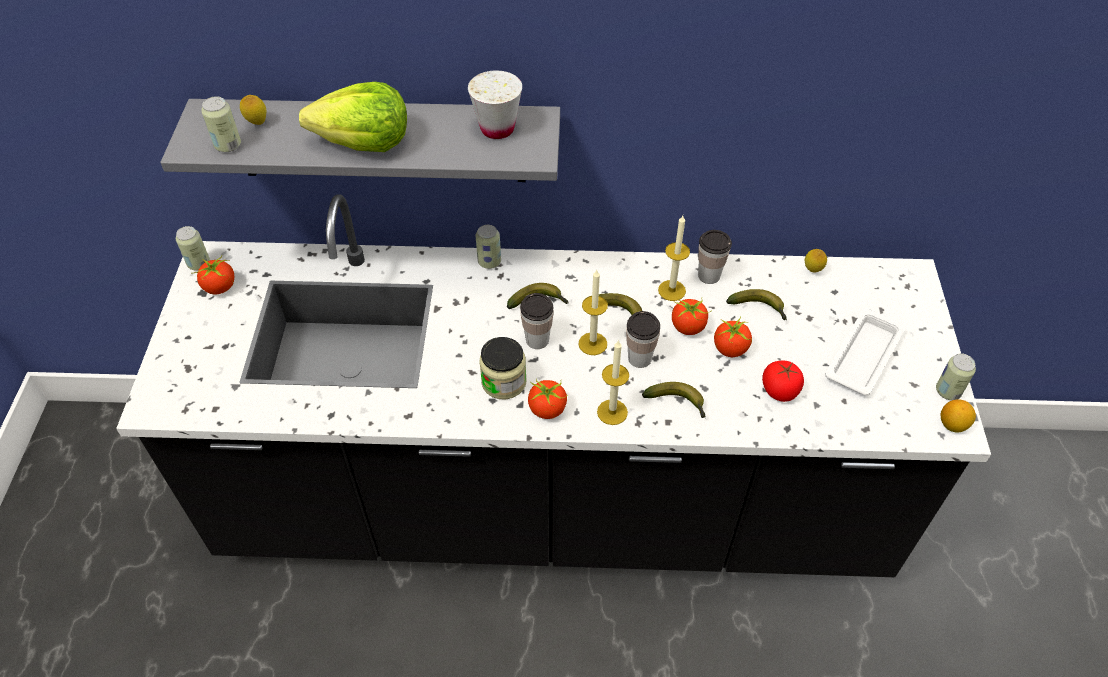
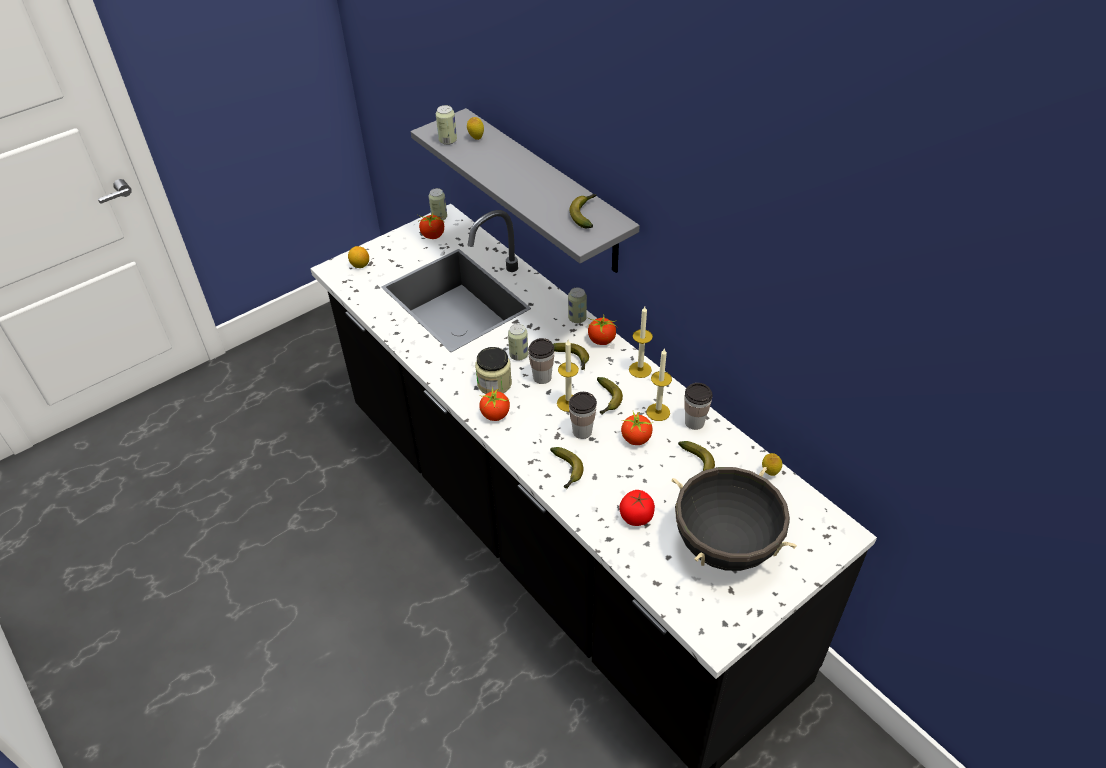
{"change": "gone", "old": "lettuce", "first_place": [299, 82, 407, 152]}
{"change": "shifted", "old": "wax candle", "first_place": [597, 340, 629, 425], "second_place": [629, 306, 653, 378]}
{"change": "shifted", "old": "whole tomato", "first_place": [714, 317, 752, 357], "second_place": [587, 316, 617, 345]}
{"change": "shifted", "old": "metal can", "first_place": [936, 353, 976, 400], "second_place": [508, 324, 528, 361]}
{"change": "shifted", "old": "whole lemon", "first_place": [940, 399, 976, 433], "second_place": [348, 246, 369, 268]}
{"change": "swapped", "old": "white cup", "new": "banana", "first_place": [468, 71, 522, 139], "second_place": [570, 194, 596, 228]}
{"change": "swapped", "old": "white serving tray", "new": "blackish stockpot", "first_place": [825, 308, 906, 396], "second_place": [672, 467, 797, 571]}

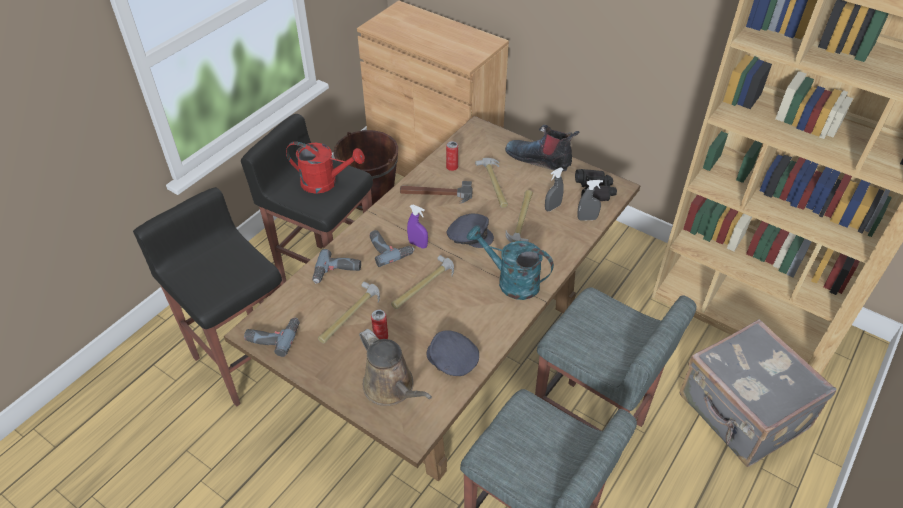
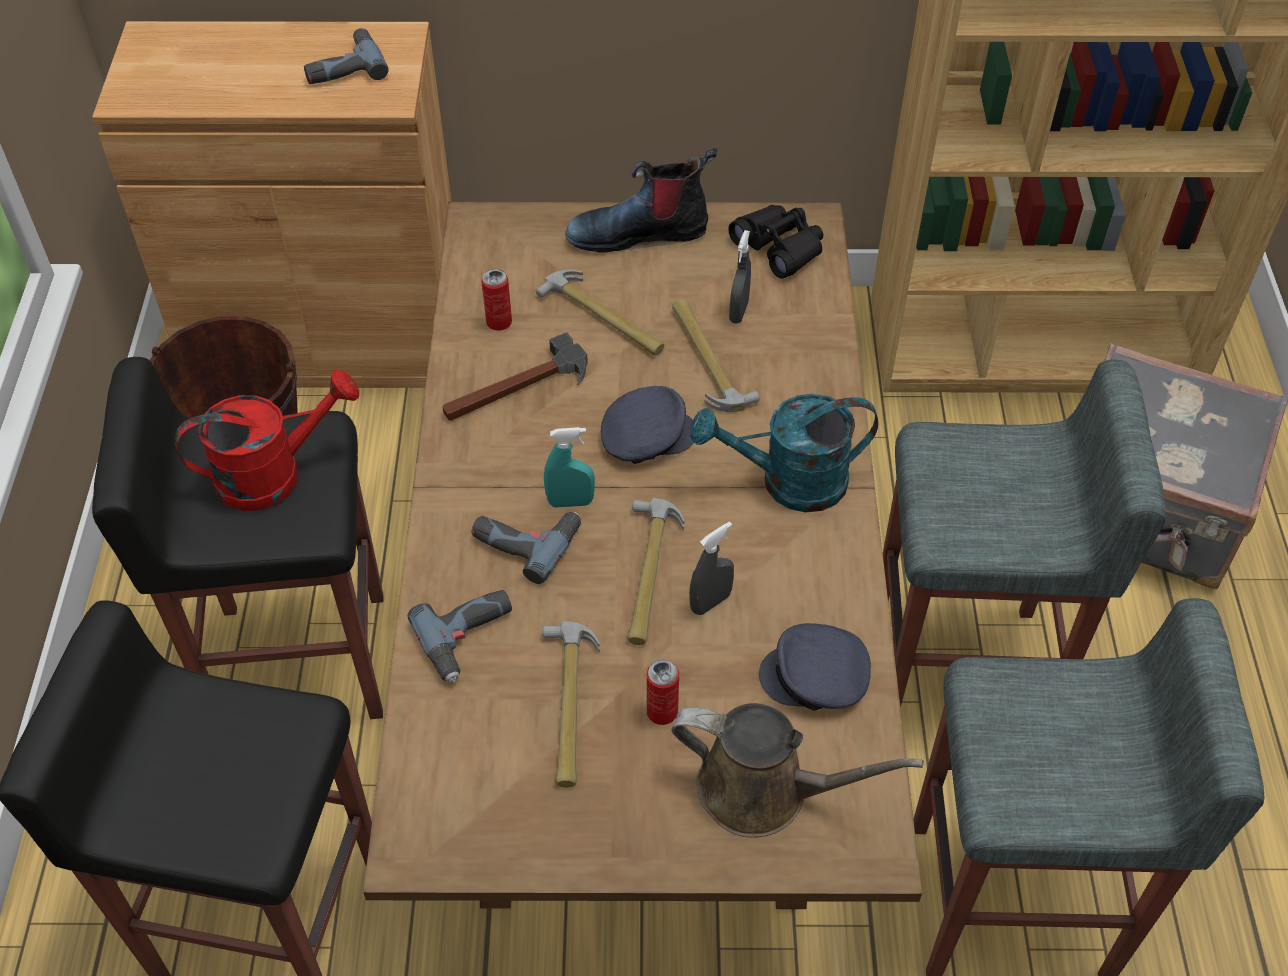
{"change": "shifted", "old": "drill", "first_place": [244, 318, 300, 357], "second_place": [304, 28, 389, 84]}
{"change": "shifted", "old": "grey hand sprayer", "first_place": [577, 180, 603, 221], "second_place": [689, 522, 734, 615]}
{"change": "repainted", "old": "purplish hand sprayer", "new": "turquoise-coloured hand sprayer", "first_place": [407, 205, 428, 249], "second_place": [544, 427, 595, 507]}

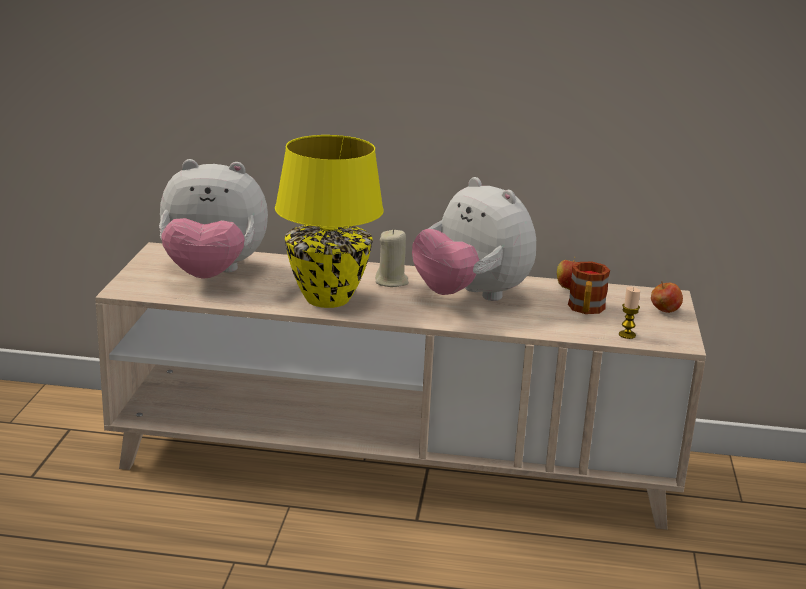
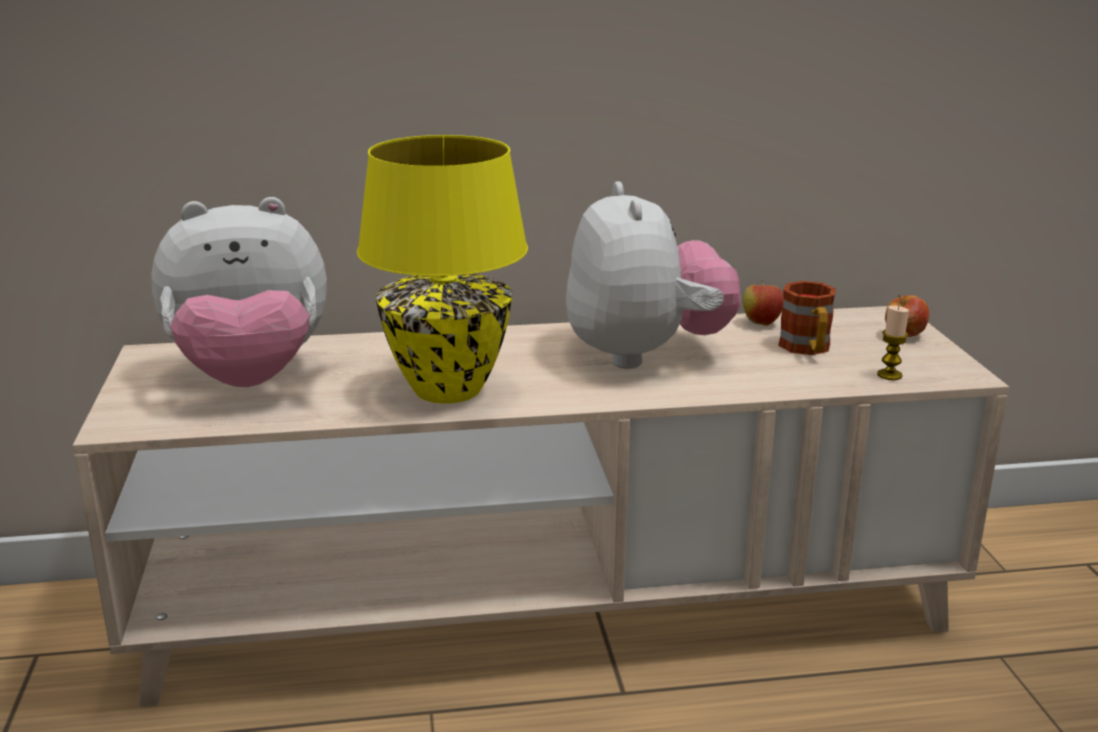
{"change": "gone", "old": "beige-coloured wax candle", "first_place": [375, 229, 409, 287]}
{"change": "rotated", "old": "cuddly toy", "first_place": [412, 177, 536, 301], "second_place": [566, 181, 741, 369], "degrees": -135}

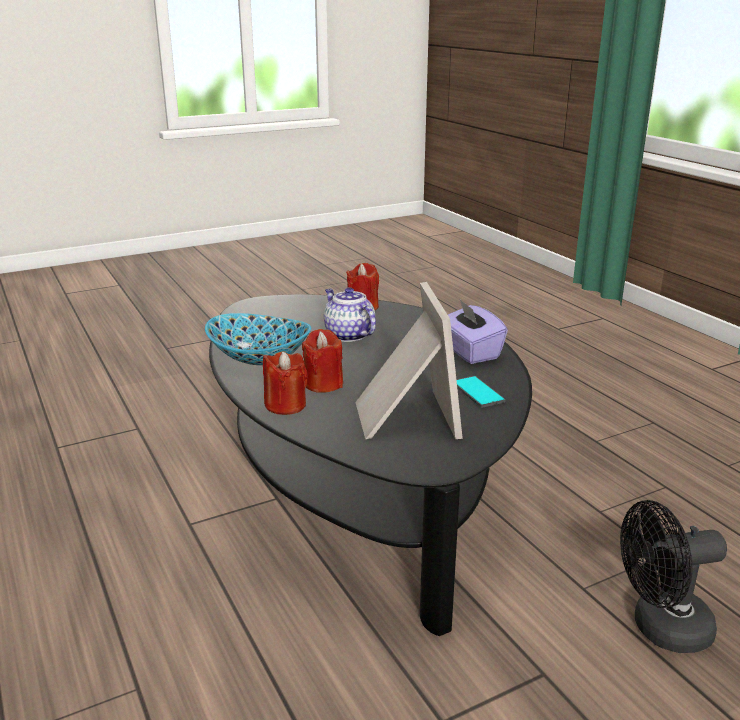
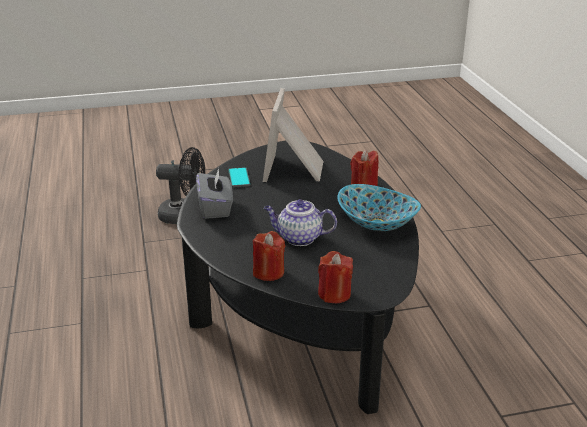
{"change": "shifted", "old": "red wax candle", "first_place": [302, 329, 343, 393], "second_place": [318, 251, 353, 303]}
{"change": "repainted", "old": "purplish tissue box", "new": "grey tissue box", "first_place": [448, 300, 508, 364], "second_place": [196, 168, 233, 219]}
{"change": "rotated", "old": "tea pot", "first_place": [324, 287, 376, 342], "second_place": [264, 199, 337, 246], "degrees": 120}

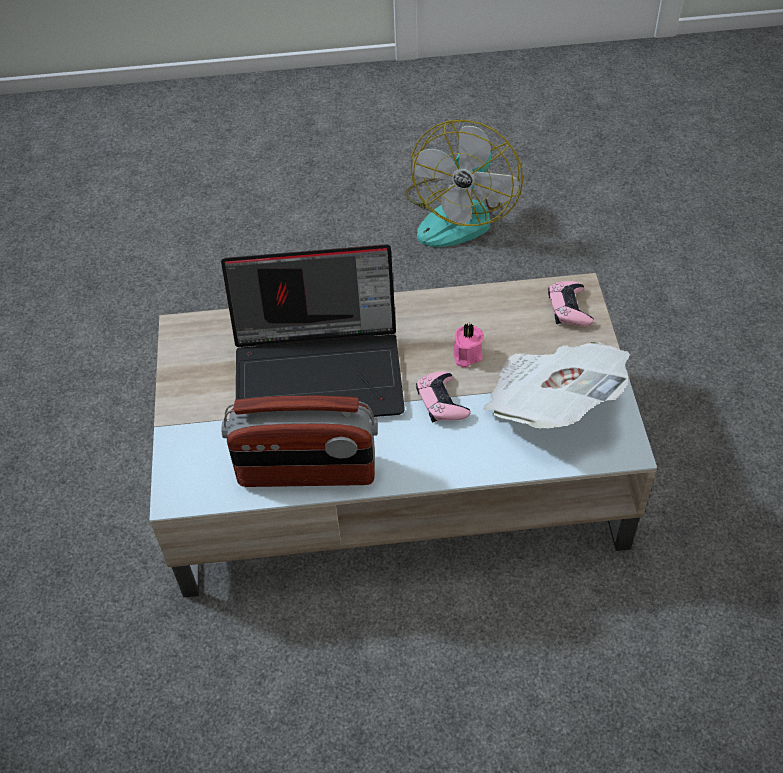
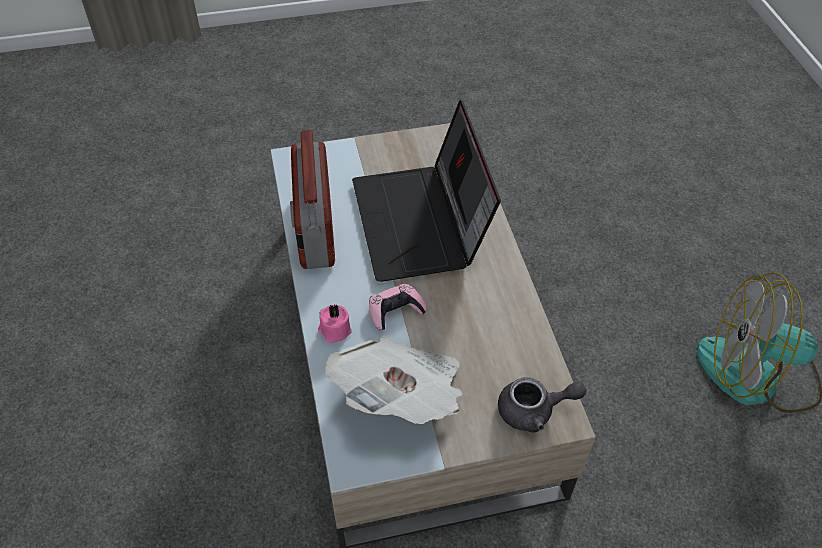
{"change": "shifted", "old": "pinkish wax candle", "first_place": [453, 323, 484, 367], "second_place": [318, 303, 352, 343]}
{"change": "swapped", "old": "pinkish joypad", "new": "grey tea pot", "first_place": [548, 281, 594, 327], "second_place": [498, 377, 586, 433]}

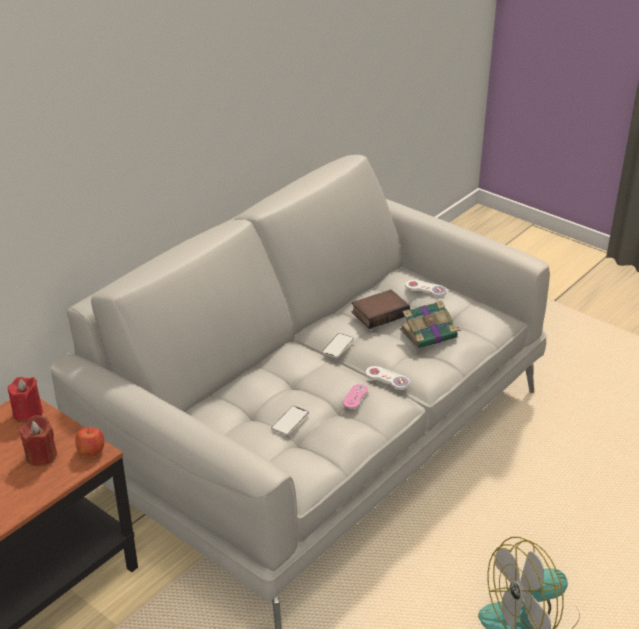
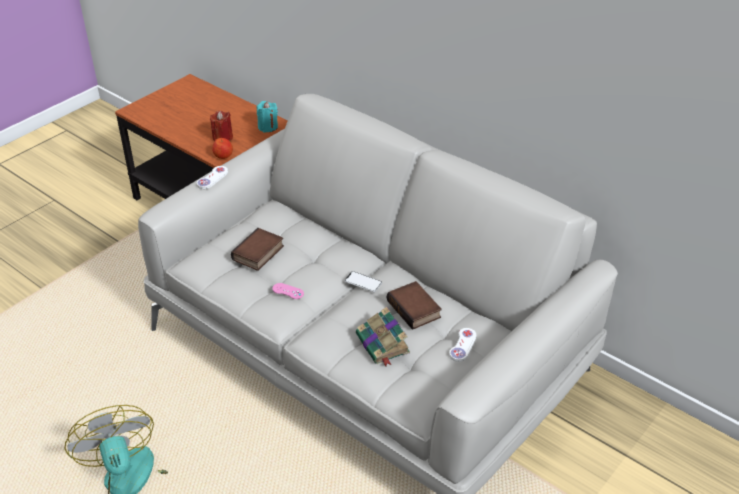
{"change": "shifted", "old": "white joypad", "first_place": [366, 366, 410, 390], "second_place": [197, 166, 228, 189]}
{"change": "swapped", "old": "phone", "new": "bound book", "first_place": [271, 406, 309, 436], "second_place": [231, 228, 284, 271]}
{"change": "repainted", "old": "red wax candle", "new": "turquoise-coloured wax candle", "first_place": [8, 377, 43, 422], "second_place": [257, 101, 278, 132]}

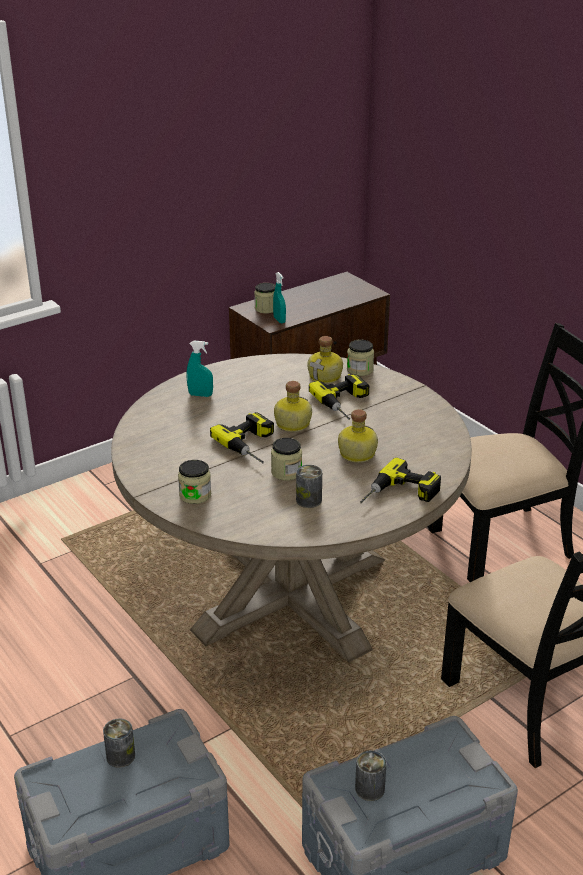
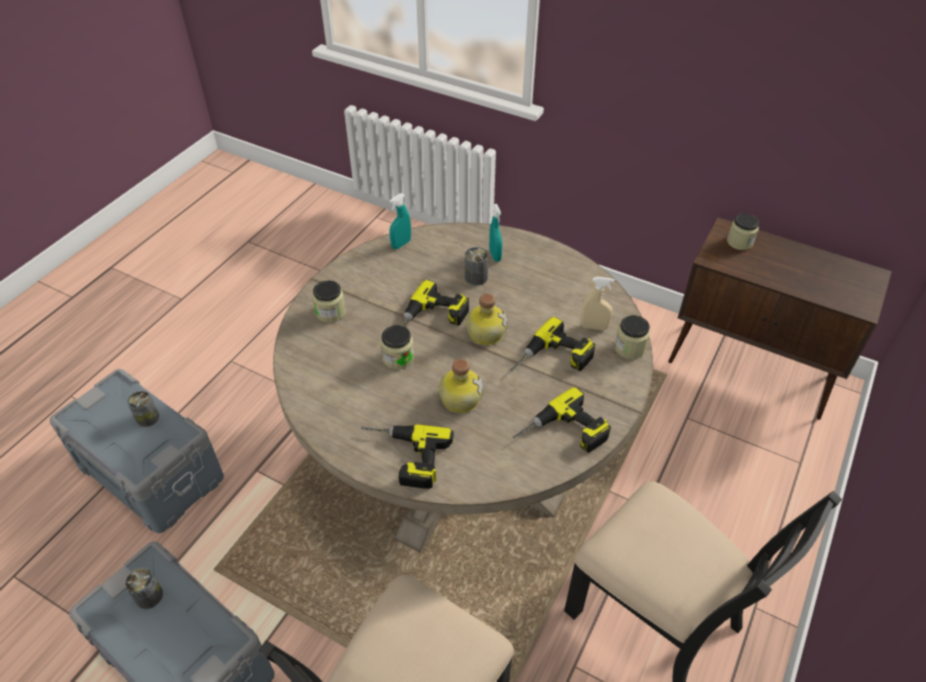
{"change": "new", "new": "drill", "second_place": [513, 387, 611, 453]}
{"change": "shifted", "old": "turquoise-coloured hand sprayer", "first_place": [273, 272, 286, 323], "second_place": [389, 193, 411, 249]}
{"change": "shifted", "old": "metal can", "first_place": [296, 465, 322, 508], "second_place": [465, 247, 488, 286]}
{"change": "swapped", "old": "drink bottle", "new": "beige-coloured hand sprayer", "first_place": [307, 336, 343, 384], "second_place": [581, 277, 615, 330]}

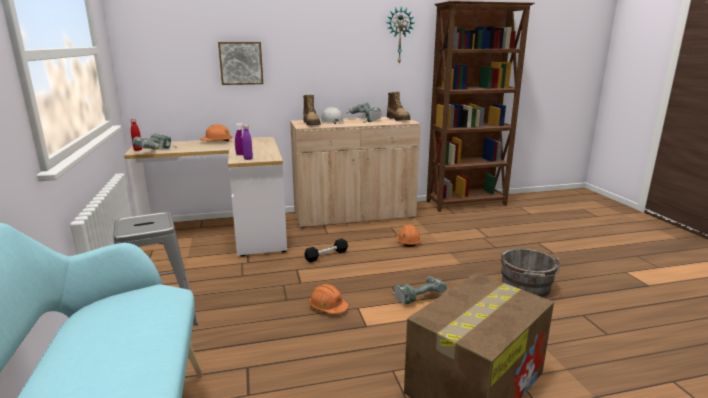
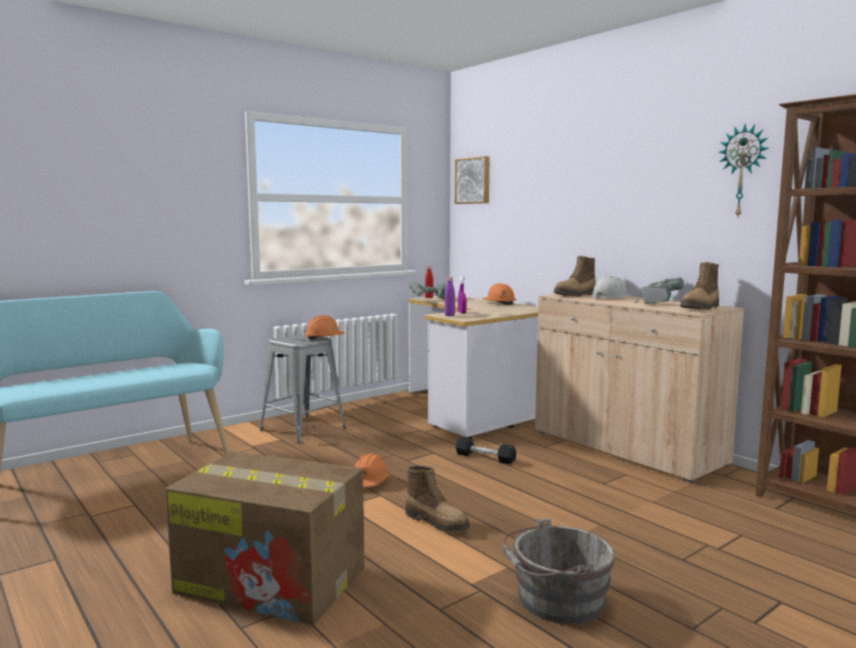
{"change": "shifted", "old": "wall picture", "first_place": [218, 42, 263, 85], "second_place": [455, 156, 490, 204]}
{"change": "shifted", "old": "orange work helmet", "first_place": [397, 224, 421, 247], "second_place": [304, 315, 344, 340]}
{"change": "swapped", "old": "drill", "new": "boot", "first_place": [393, 276, 447, 304], "second_place": [405, 465, 470, 532]}

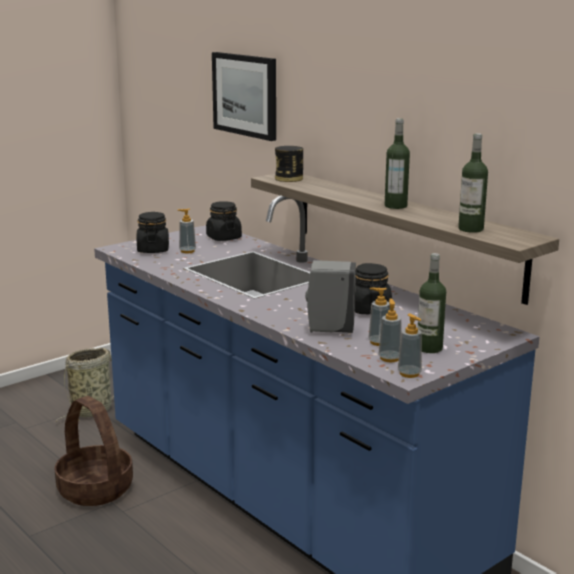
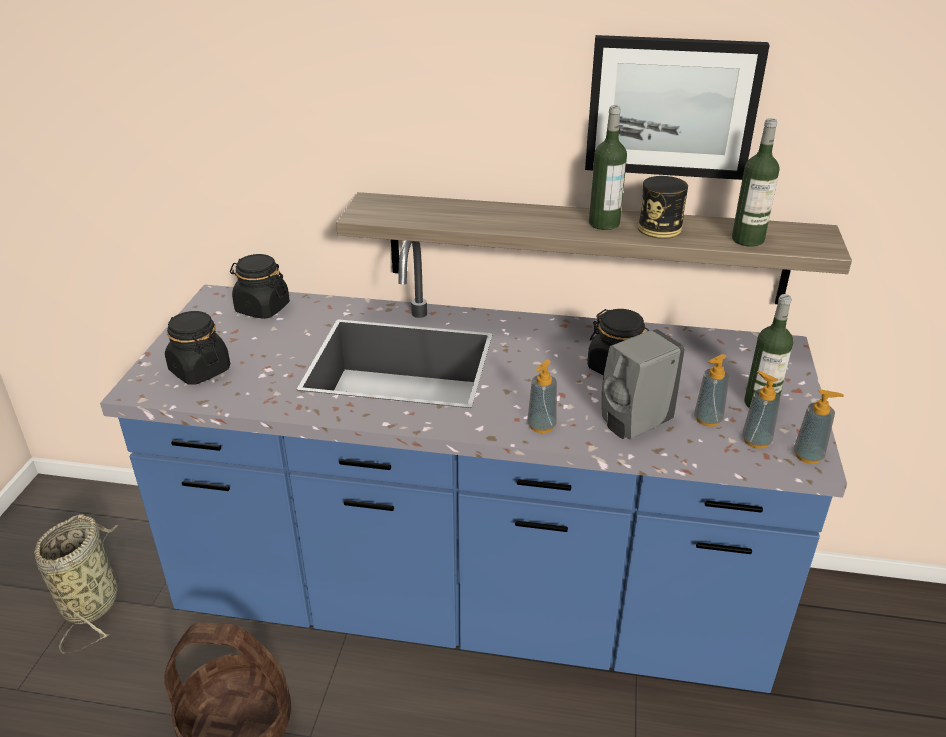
{"change": "shifted", "old": "soap bottle", "first_place": [178, 208, 196, 253], "second_place": [528, 360, 557, 433]}
{"change": "shifted", "old": "wall picture", "first_place": [212, 52, 276, 141], "second_place": [585, 35, 770, 180]}
{"change": "shifted", "old": "metal can", "first_place": [275, 146, 303, 182], "second_place": [638, 176, 688, 239]}

